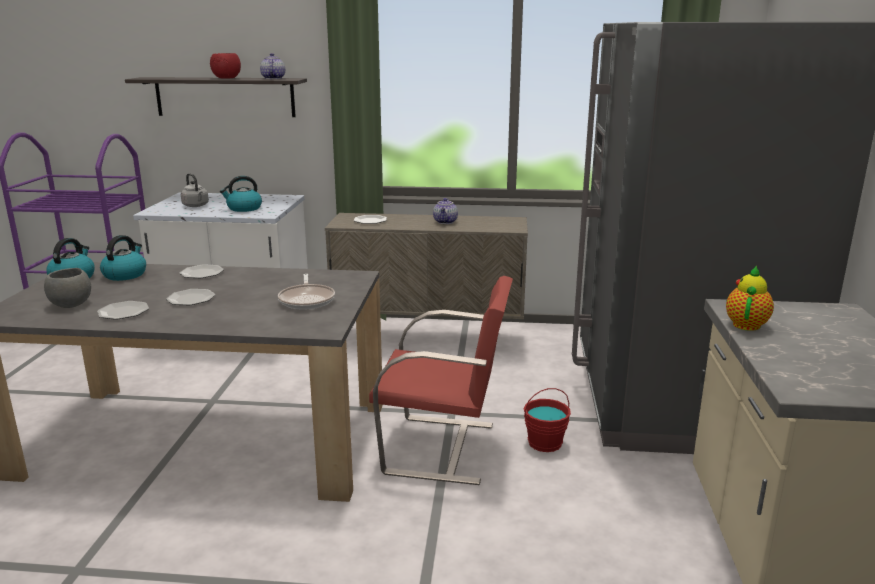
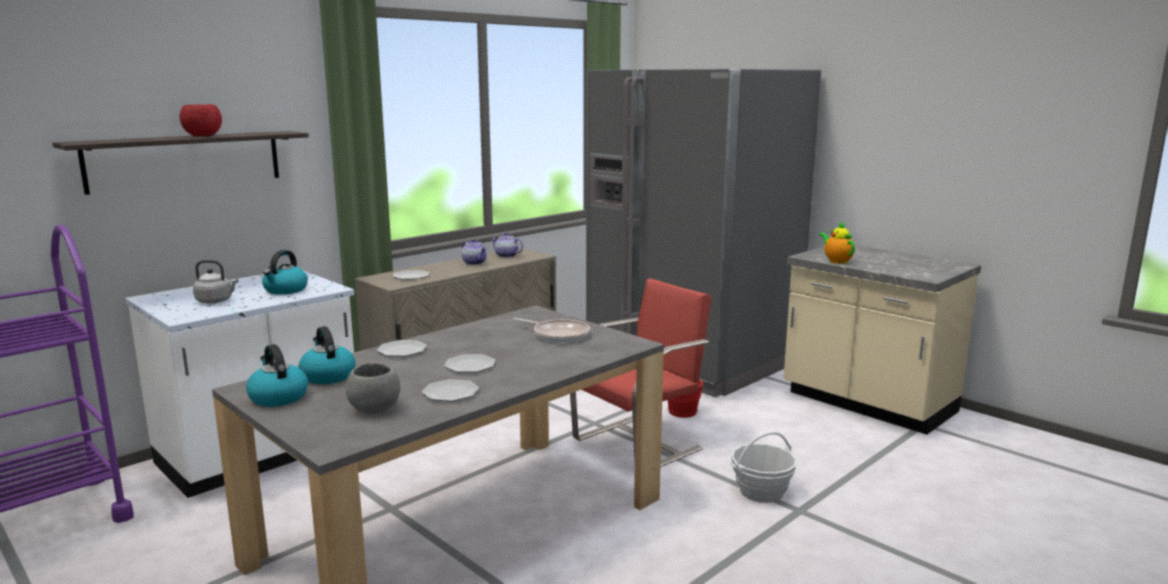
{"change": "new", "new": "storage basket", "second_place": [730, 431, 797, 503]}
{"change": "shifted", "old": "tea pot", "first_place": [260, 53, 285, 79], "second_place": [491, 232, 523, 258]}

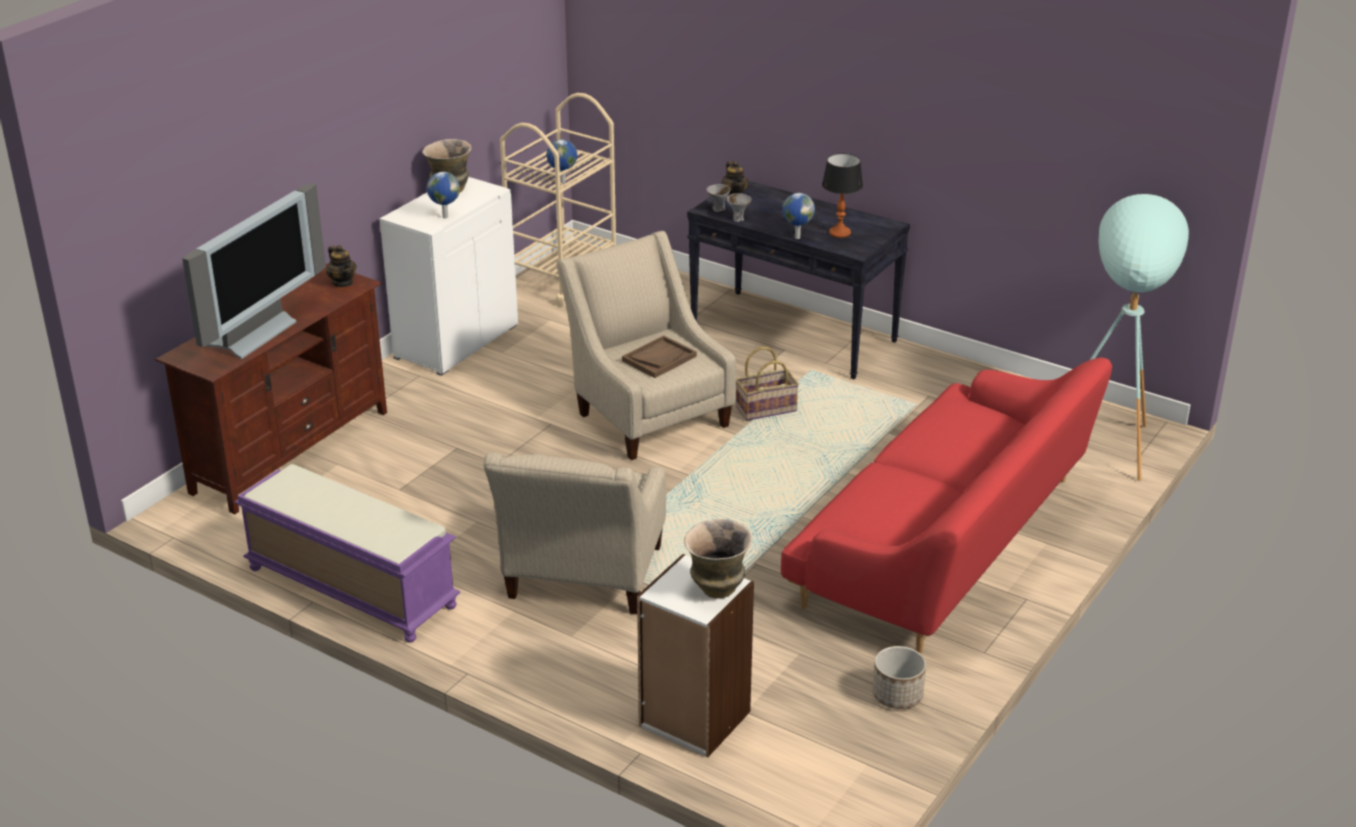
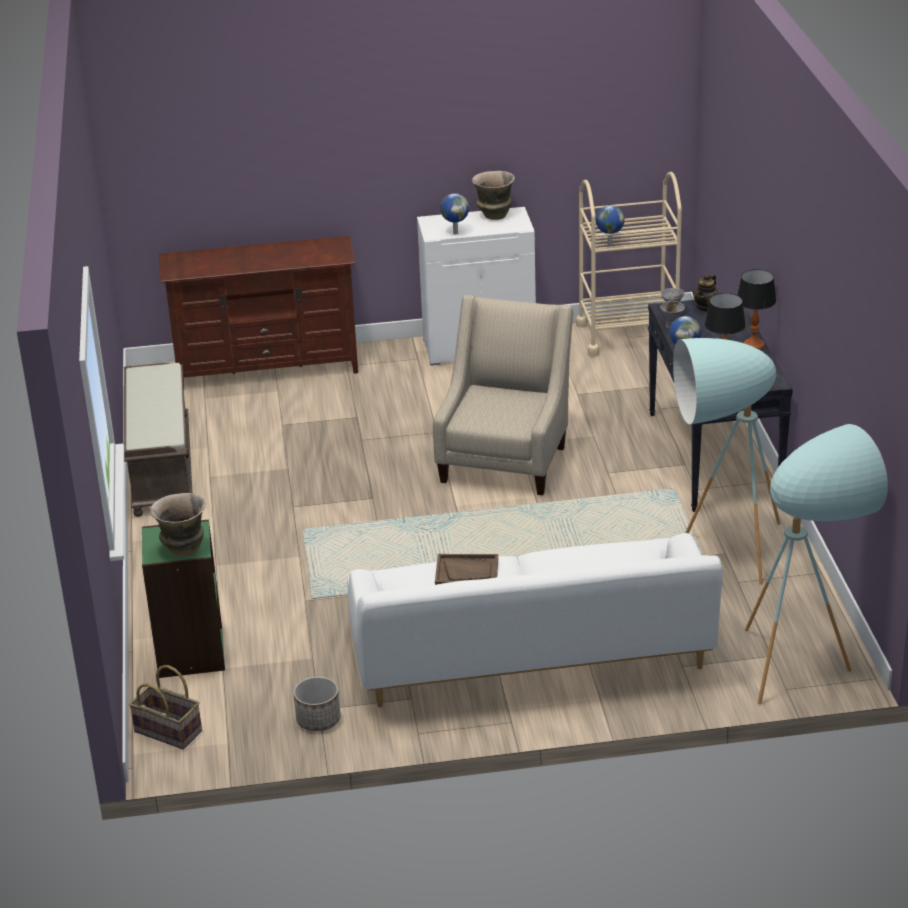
{"change": "gone", "old": "television", "first_place": [182, 183, 326, 359]}
{"change": "gone", "old": "tea pot", "first_place": [326, 245, 356, 287]}
{"change": "gone", "old": "beige-coloured armchair", "first_place": [484, 453, 666, 614]}
{"change": "new", "new": "turquoise-coloured standard lamp", "second_place": [673, 338, 781, 585]}
{"change": "new", "new": "table lamp", "second_place": [737, 269, 776, 350]}
{"change": "shifted", "old": "brown-coloured serving tray", "first_place": [622, 335, 697, 378], "second_place": [435, 554, 498, 585]}
{"change": "shifted", "old": "storage basket", "first_place": [736, 347, 799, 421], "second_place": [129, 665, 202, 749]}
{"change": "repainted", "old": "purplish bench", "new": "brown-coloured bench", "first_place": [234, 464, 460, 643], "second_place": [124, 363, 192, 517]}
{"change": "repainted", "old": "white bookshelf", "new": "greenish bookshelf", "first_place": [637, 554, 754, 757], "second_place": [142, 520, 225, 678]}
{"change": "repainted", "old": "red settee", "new": "white settee", "first_place": [781, 358, 1112, 654], "second_place": [347, 533, 723, 708]}

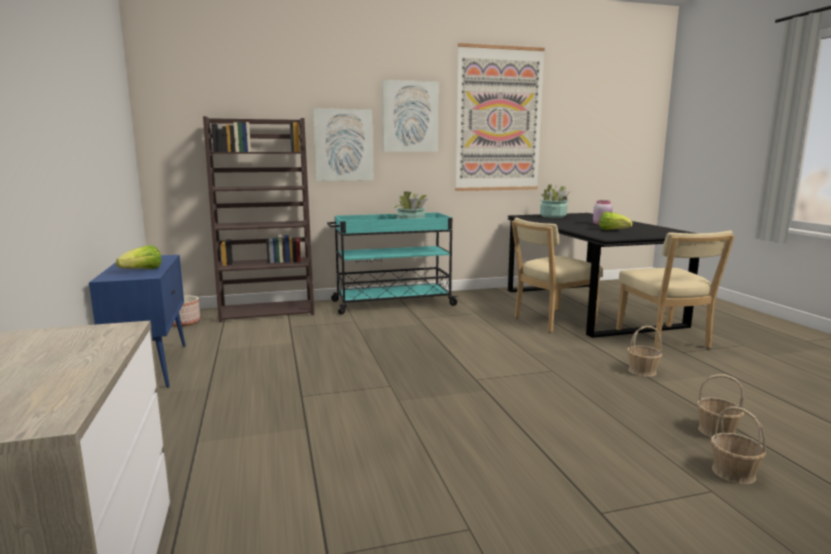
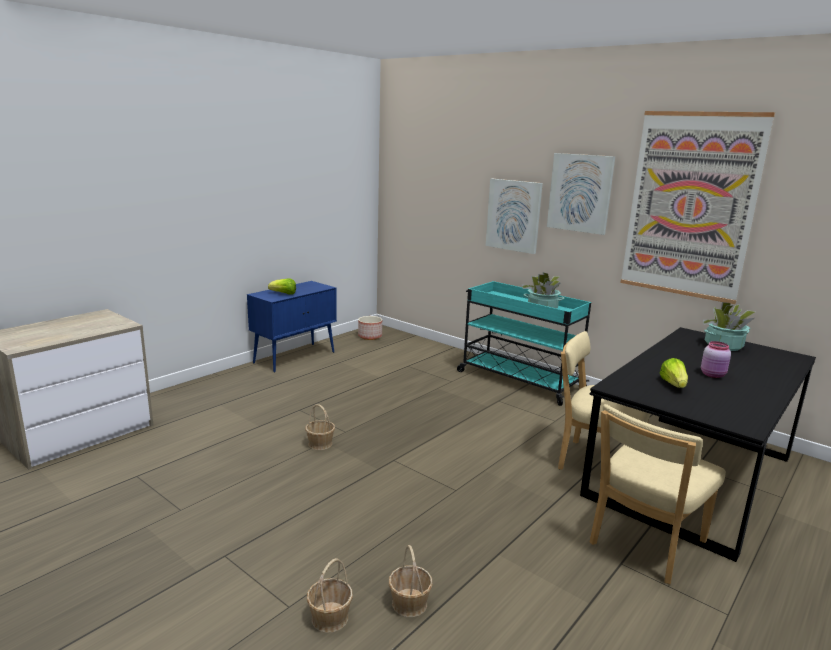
{"change": "gone", "old": "brown-coloured bookshelf", "first_place": [203, 116, 314, 322]}
{"change": "shifted", "old": "storage basket", "first_place": [627, 326, 662, 377], "second_place": [305, 404, 335, 450]}

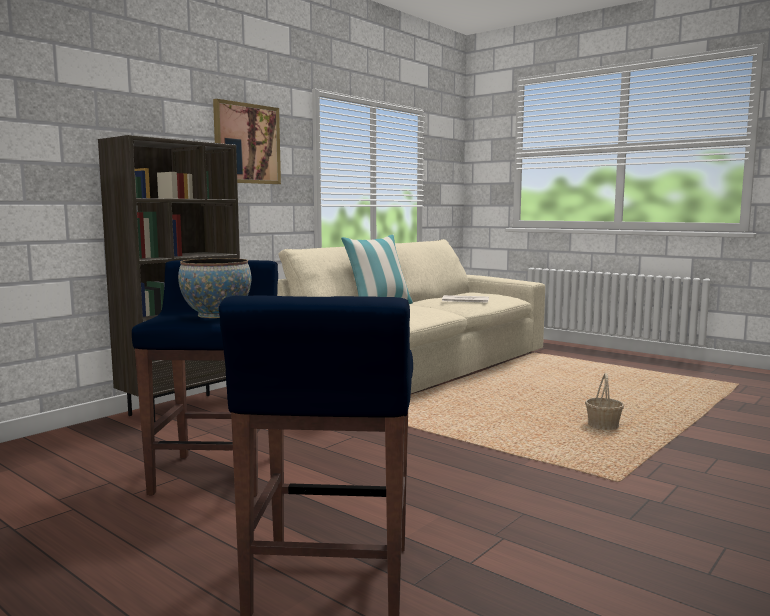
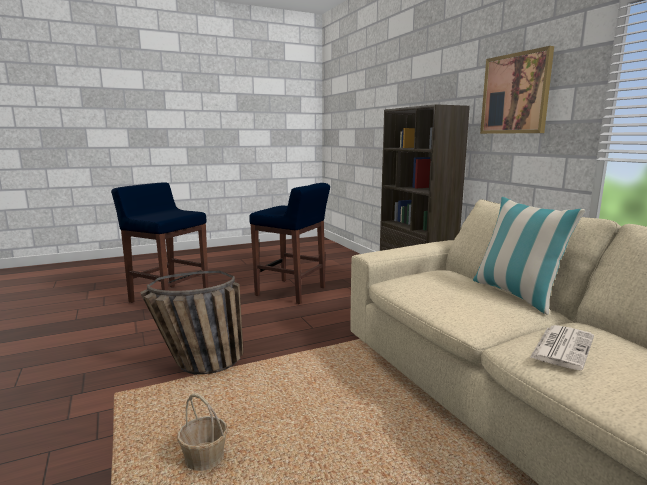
{"change": "gone", "old": "serving bowl", "first_place": [178, 258, 251, 318]}
{"change": "new", "new": "storage basket", "second_place": [140, 271, 243, 375]}

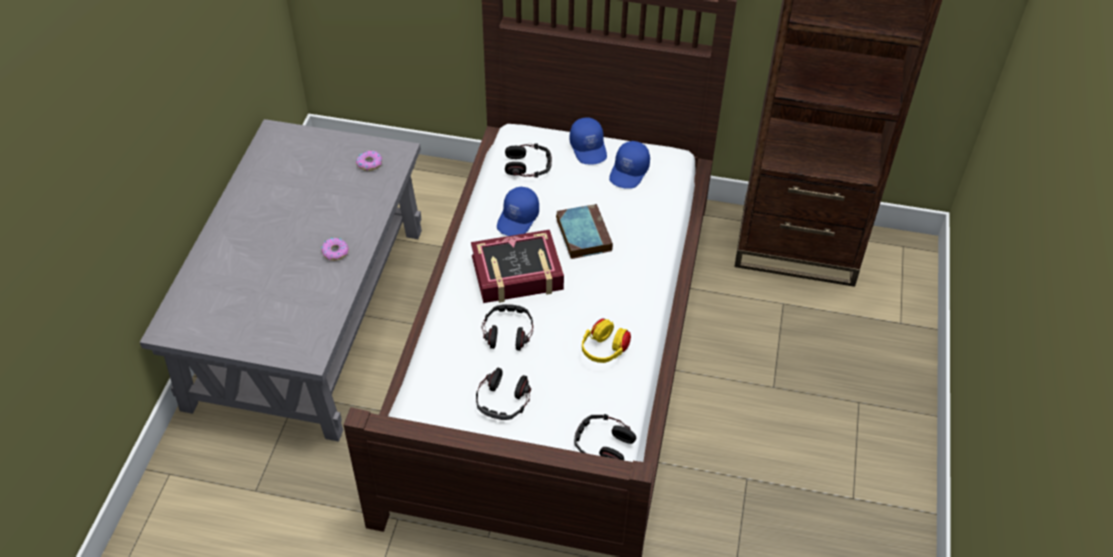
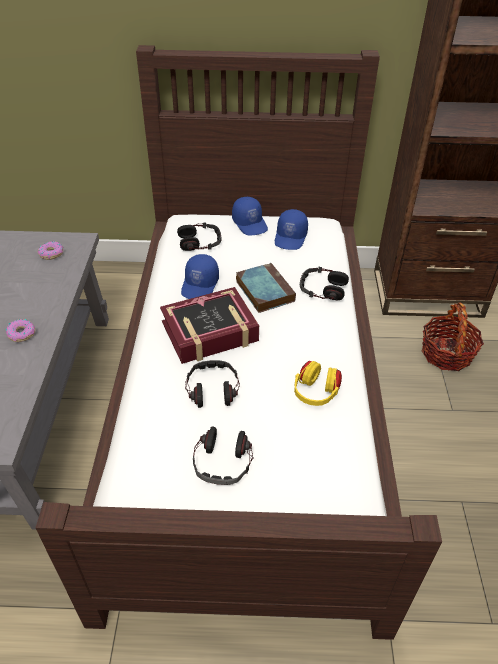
{"change": "new", "new": "storage basket", "second_place": [422, 302, 484, 371]}
{"change": "shifted", "old": "headset", "first_place": [574, 414, 636, 460], "second_place": [300, 267, 349, 300]}

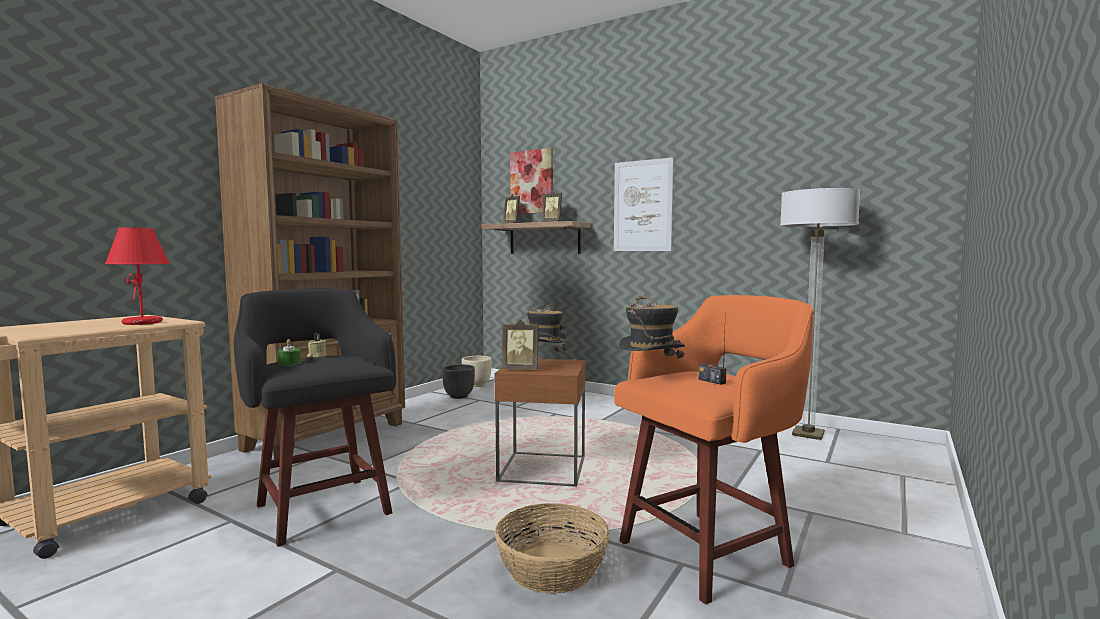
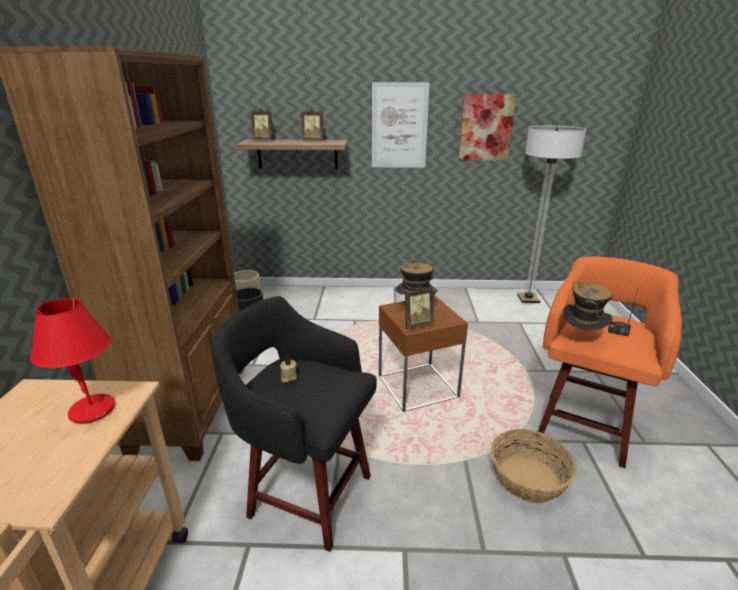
{"change": "gone", "old": "greenish wax candle", "first_place": [278, 339, 301, 365]}
{"change": "shifted", "old": "wall picture", "first_place": [510, 148, 553, 214], "second_place": [459, 94, 516, 161]}

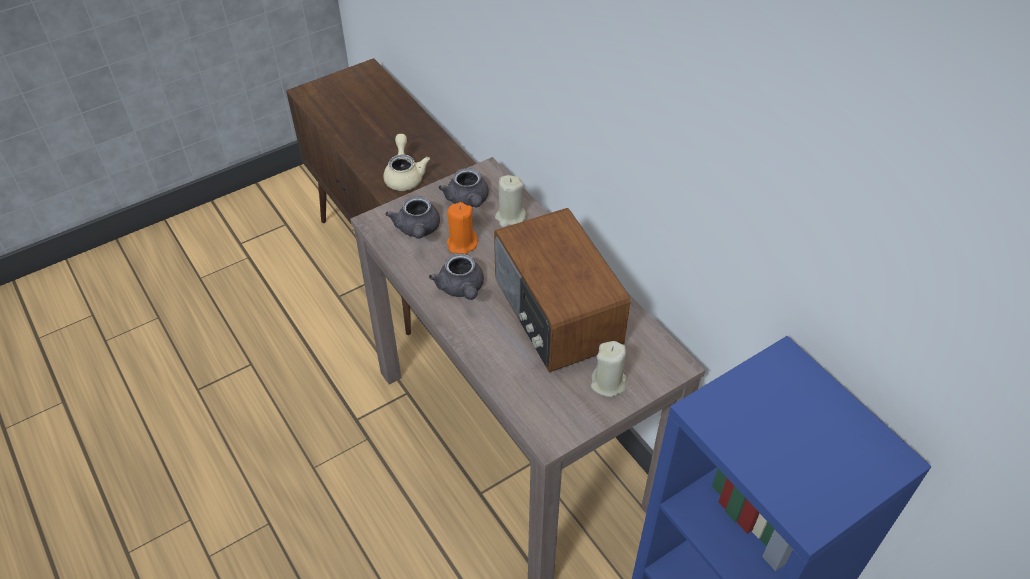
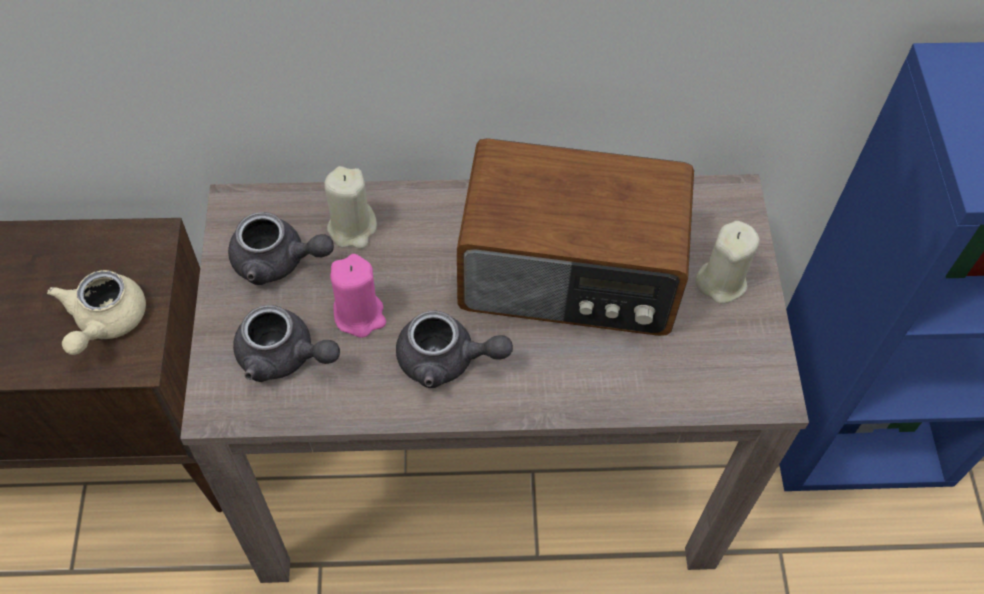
{"change": "repainted", "old": "orange wax candle", "new": "pinkish wax candle", "first_place": [447, 202, 478, 254], "second_place": [330, 254, 386, 338]}
{"change": "rotated", "old": "beige-coloured tea pot", "first_place": [383, 134, 430, 191], "second_place": [47, 270, 146, 355], "degrees": -105}

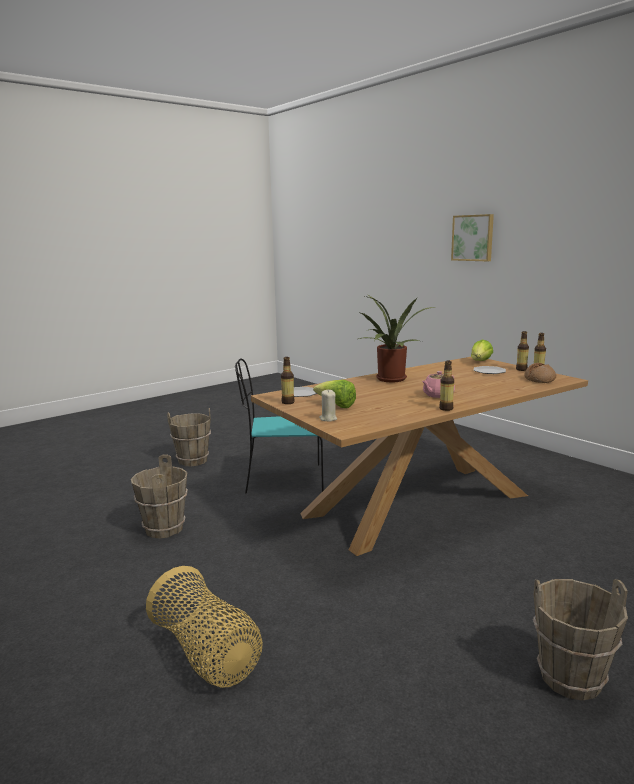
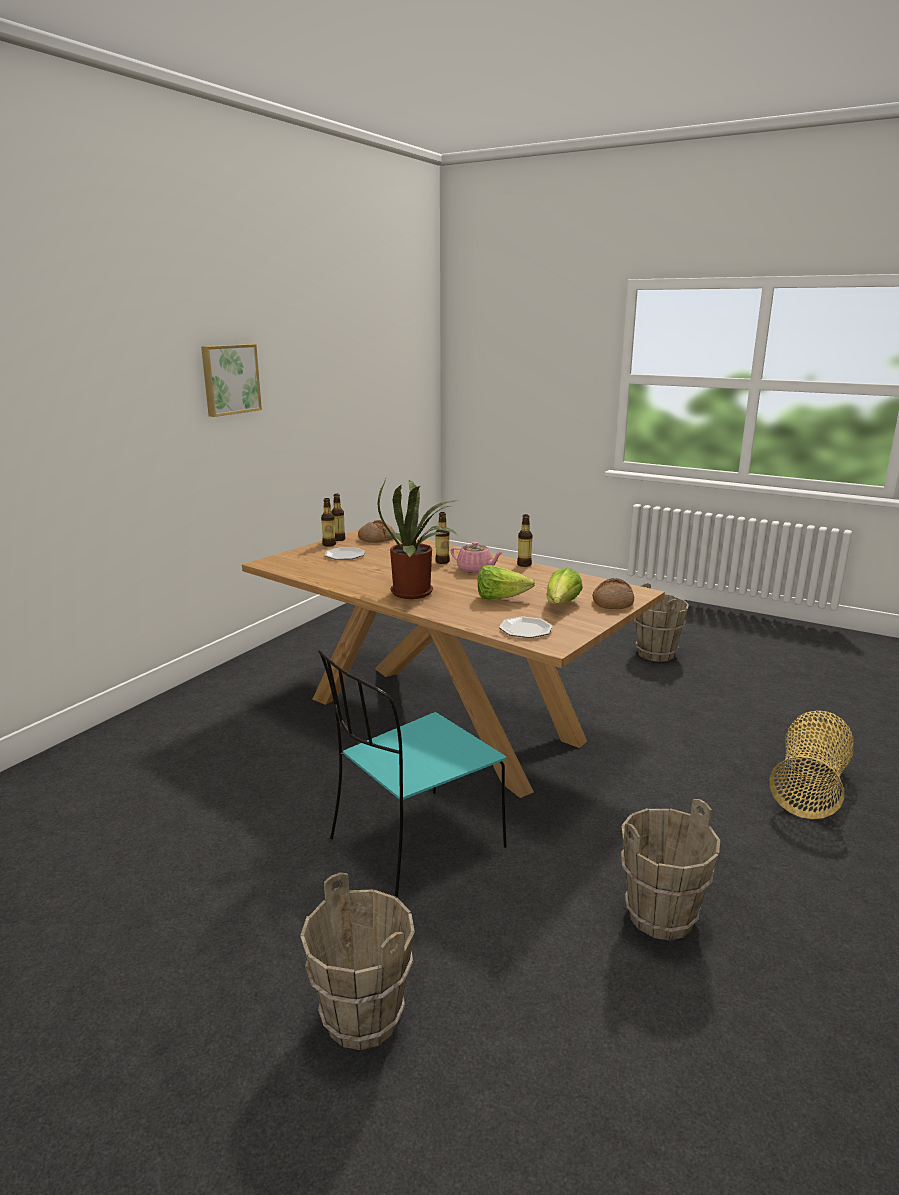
{"change": "shifted", "old": "drink bottle", "first_place": [281, 357, 295, 404], "second_place": [435, 512, 450, 564]}
{"change": "shifted", "old": "wall picture", "first_place": [451, 214, 494, 261], "second_place": [201, 344, 262, 417]}
{"change": "shifted", "old": "lettuce", "first_place": [471, 340, 493, 361], "second_place": [478, 565, 535, 600]}
{"change": "swapped", "old": "beige-coloured wax candle", "new": "bread", "first_place": [319, 390, 337, 421], "second_place": [592, 578, 634, 609]}
{"change": "rotated", "old": "turquoise-coloured chair", "first_place": [235, 358, 324, 494], "second_place": [318, 650, 507, 898], "degrees": 75}

